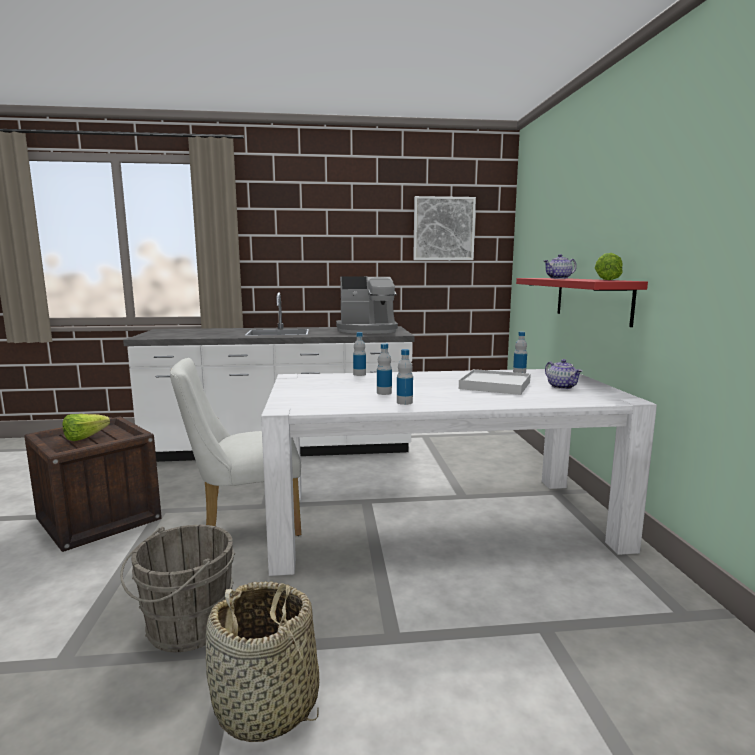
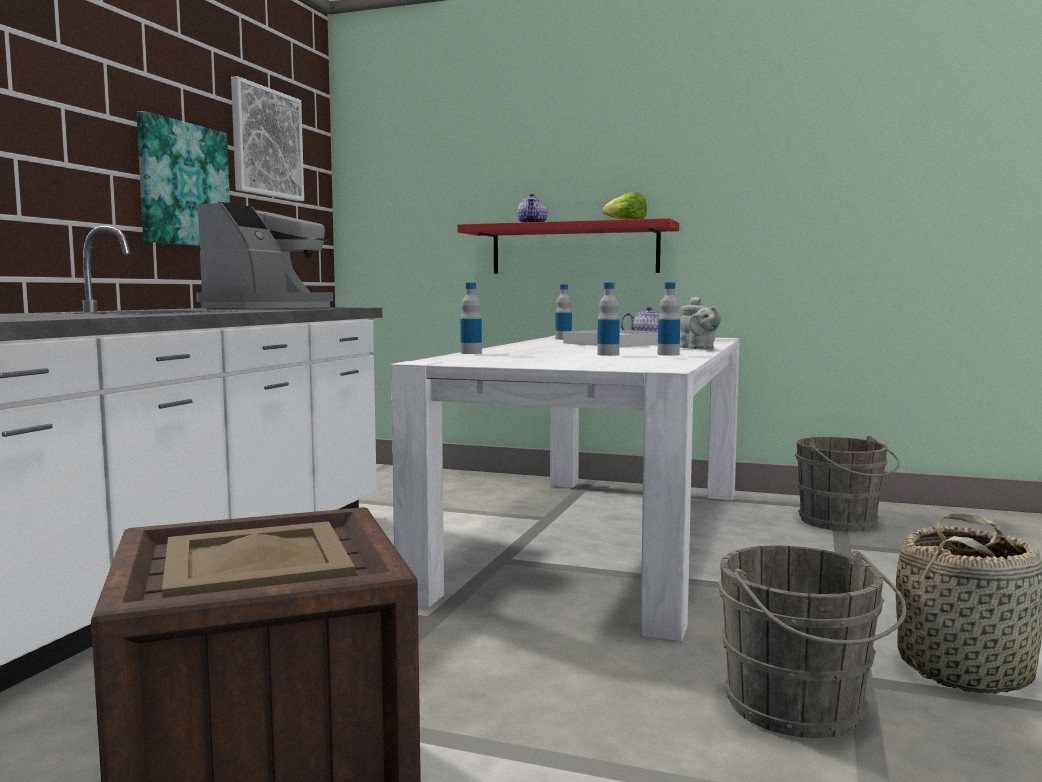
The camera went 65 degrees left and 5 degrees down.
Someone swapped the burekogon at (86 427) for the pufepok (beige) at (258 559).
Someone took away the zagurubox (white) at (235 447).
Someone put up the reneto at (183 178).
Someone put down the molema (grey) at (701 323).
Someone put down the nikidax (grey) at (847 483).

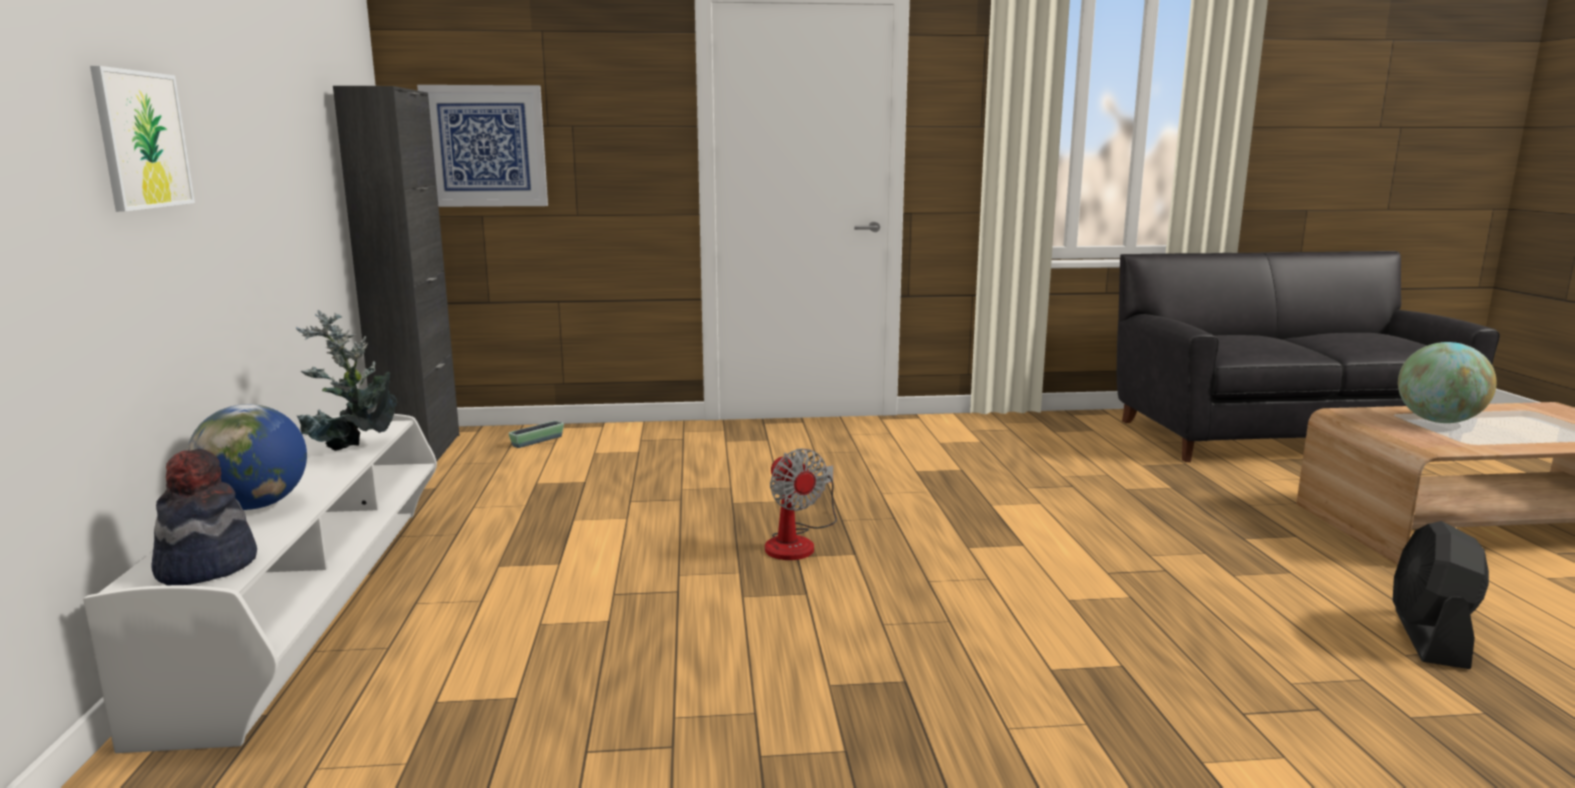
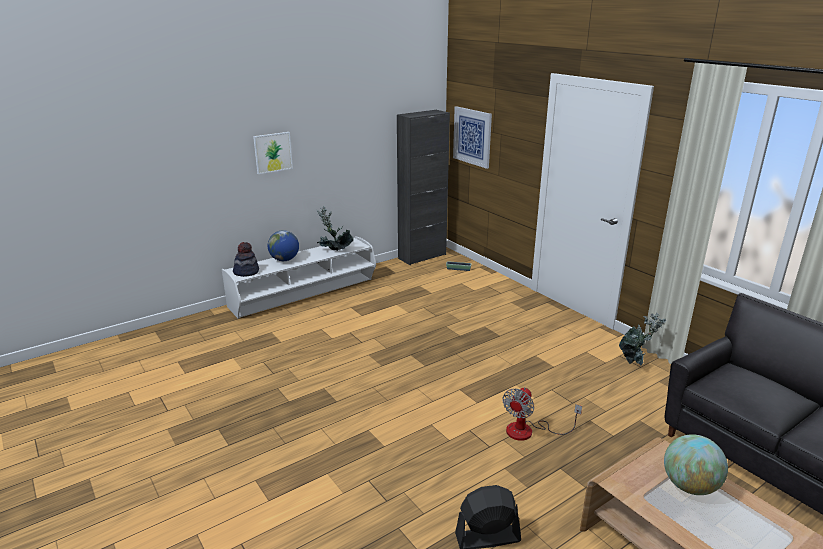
The camera went 60 degrees right and 10 degrees up.
Someone carried the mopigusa from (801 504) to (542 414).
Someone put down the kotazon at (642 339).

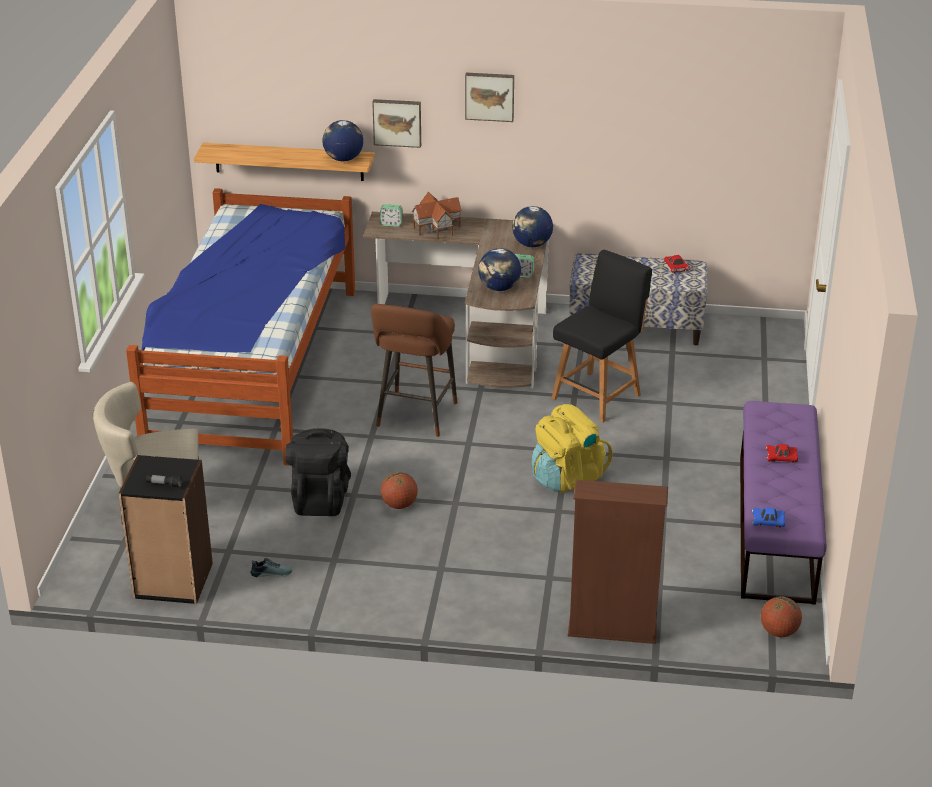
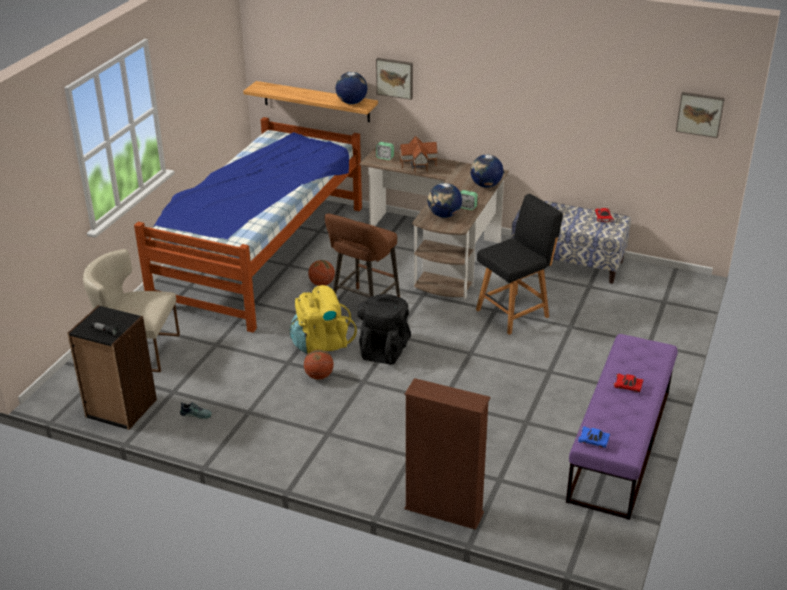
The camera went 15 degrees right and 0 degrees up.
Someone carried the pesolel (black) from (318 472) to (384 329).
Someone carried the reneto from (489 97) to (700 115).
Someone carried the pesolel (yellow) from (572 448) to (323 319).
Someone carried the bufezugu from (781 616) to (321 273).

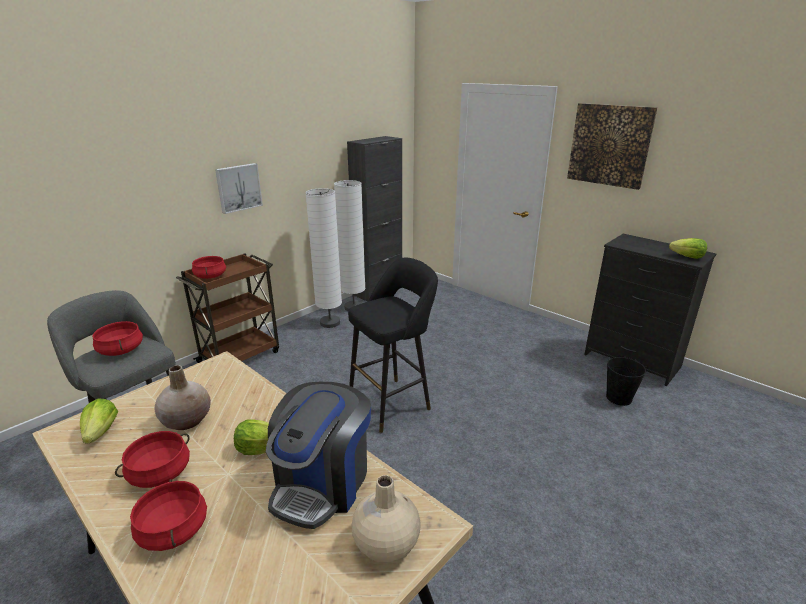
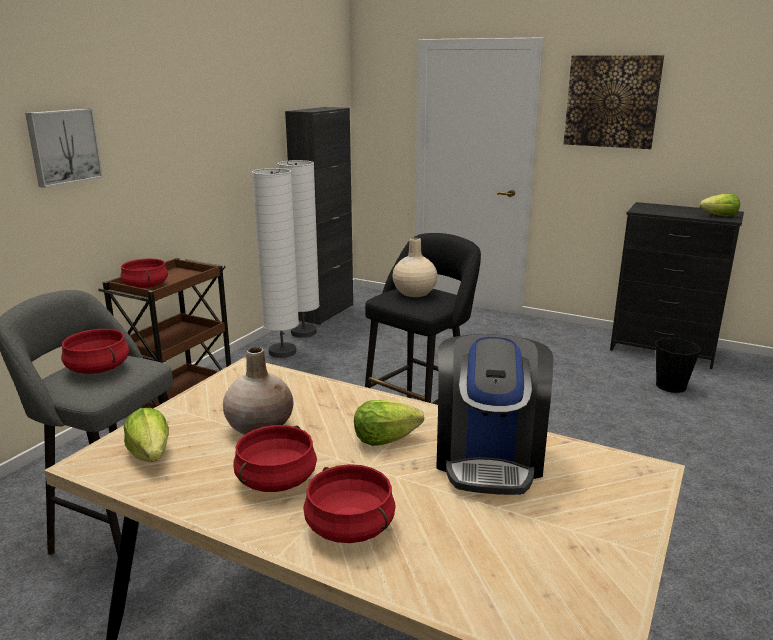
The camera went 15 degrees left and 5 degrees down.
Someone carried the reneto from (239 188) to (64 148).
Someone carried the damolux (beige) from (386 519) to (415 267).

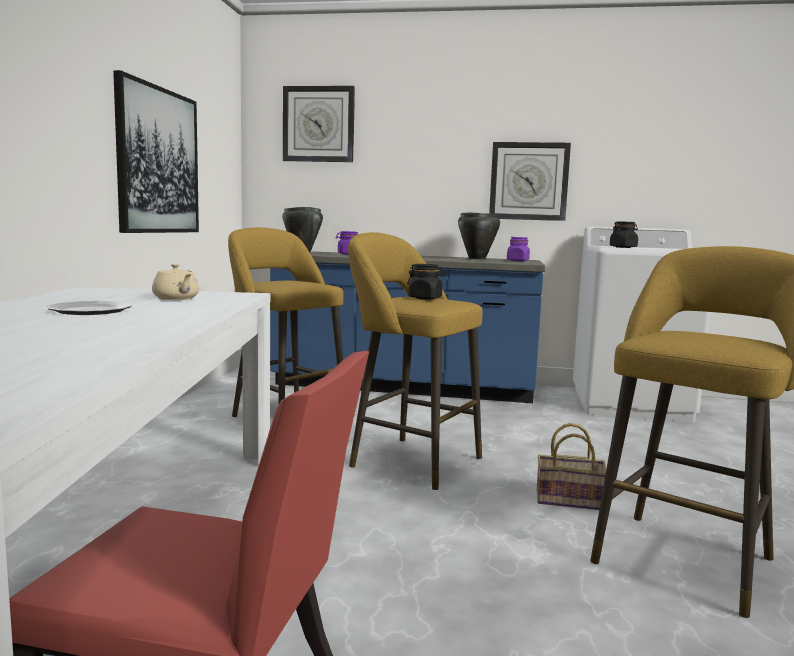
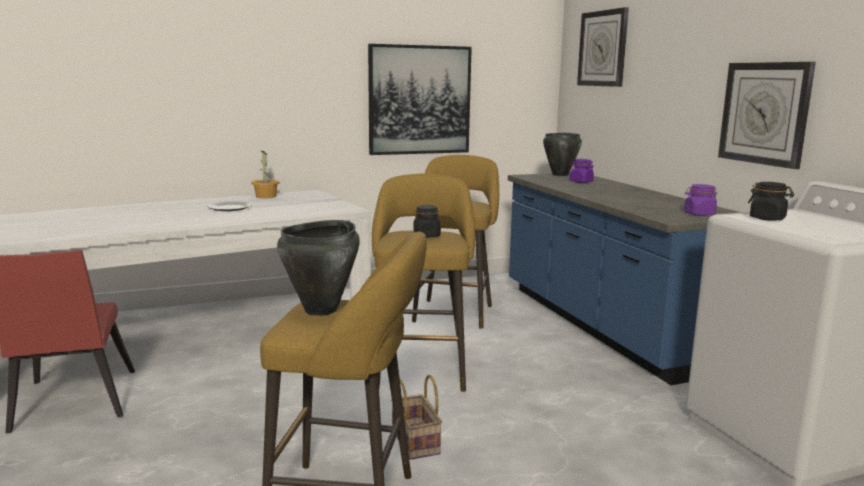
The camera went 60 degrees right and 5 degrees up.
Someone took away the molema (beige) at (175 282).
Someone carried the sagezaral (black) from (479 235) to (318 268).
Someone put down the kotazon at (265 174).

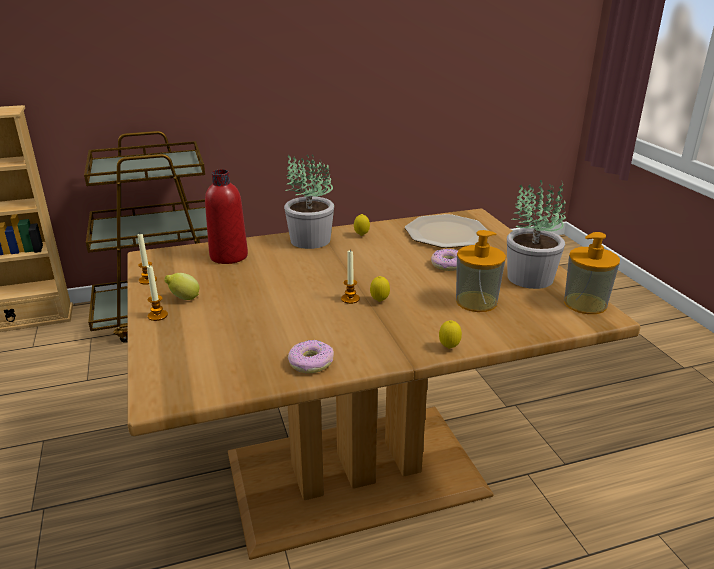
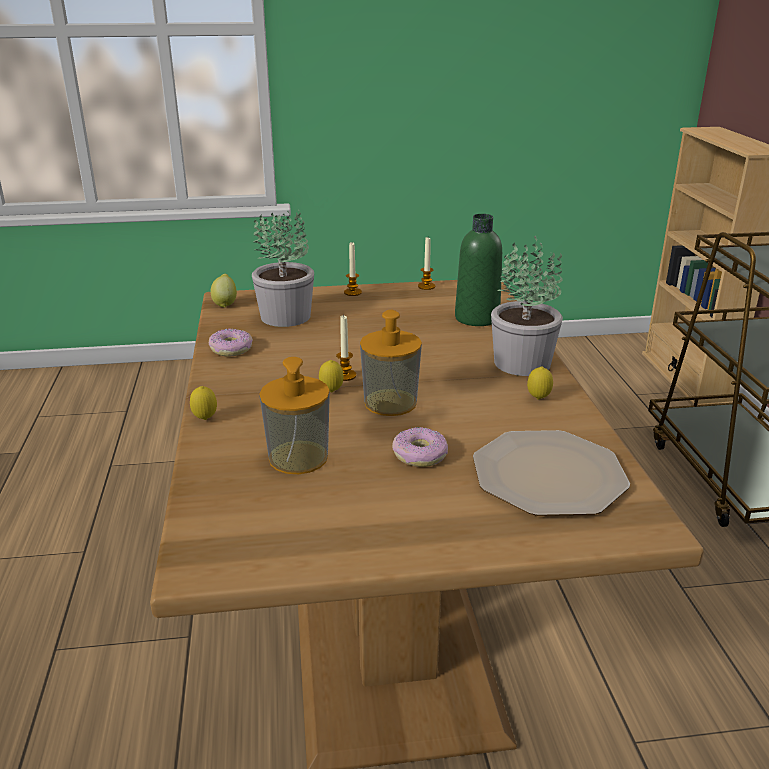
The camera went 100 degrees right and 0 degrees up.
Someone carried the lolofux from (181 286) to (224 291).
Someone repainted the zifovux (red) at (226 216), which became the zifovux (green) at (478 270).
Someone carried the kotazon from (536 234) to (283 268).
Someone carried the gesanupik from (592 273) to (391 363).

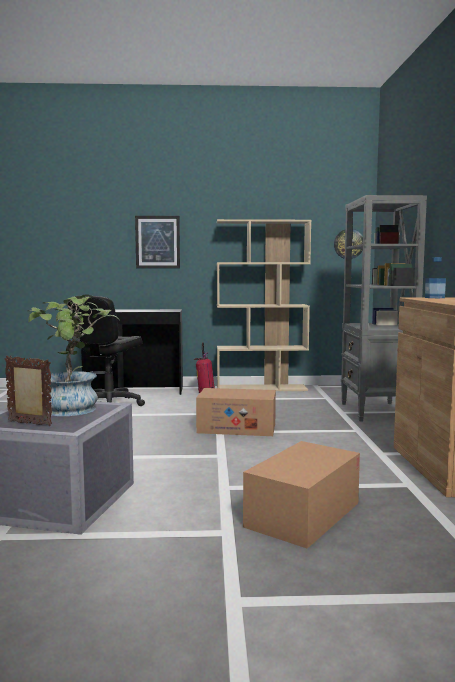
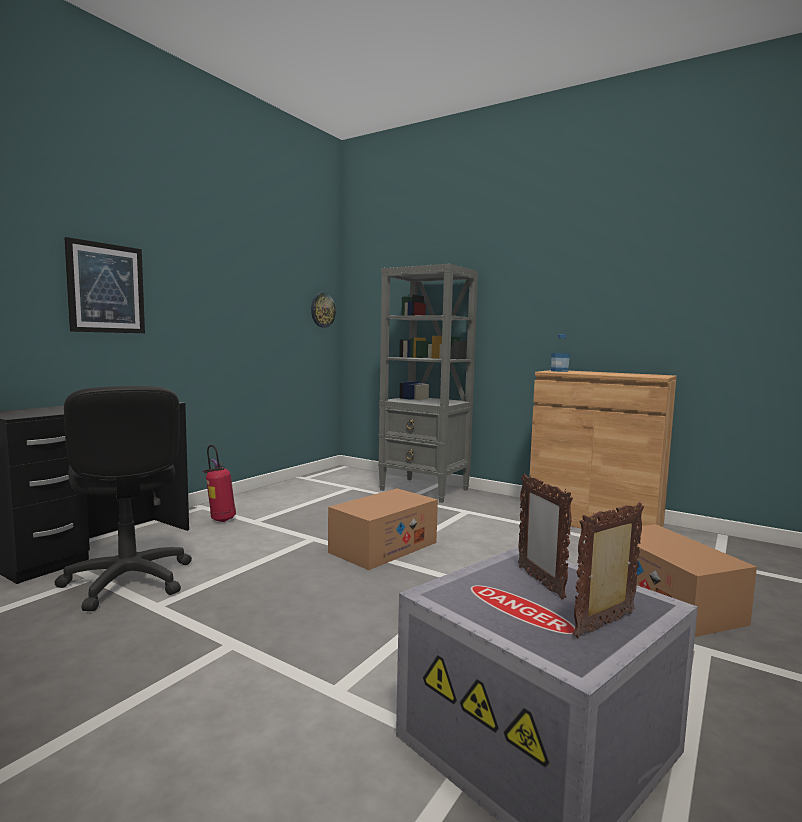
The camera went 55 degrees left and 0 degrees up.
Someone swapped the kotazon at (73 355) for the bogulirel at (545 537).
Someone took away the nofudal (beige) at (264 305).

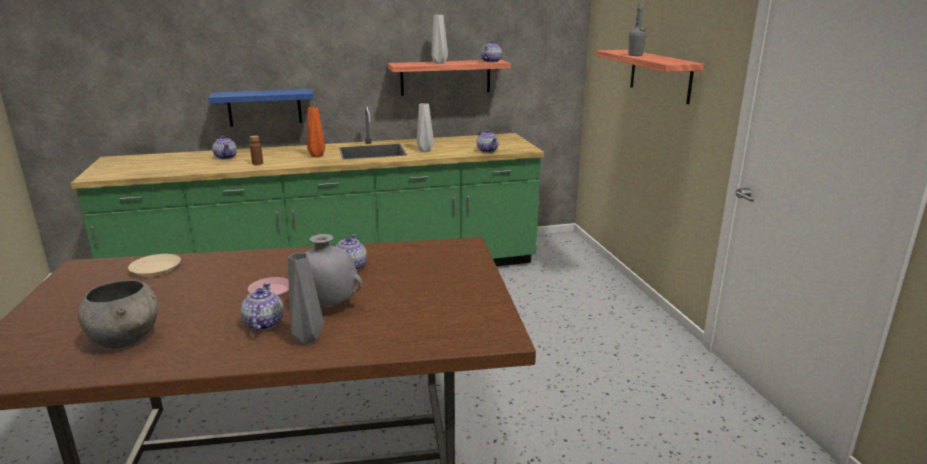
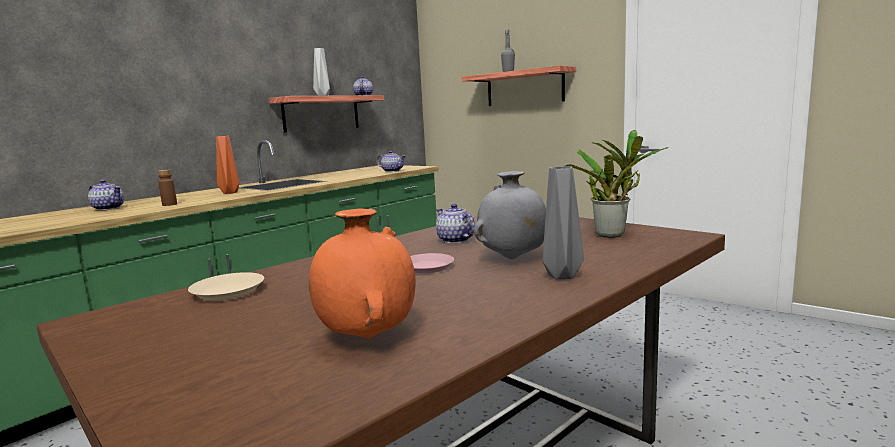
The camera went 35 degrees left and 10 degrees down.
Someone swapped the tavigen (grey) at (118 314) for the damolux (orange) at (362 274).
Someone took away the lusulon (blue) at (260 107).
Someone took away the molema at (262 307).
Someone took away the damolux (grey) at (425 127).
Someone put down the kotazon at (617 184).

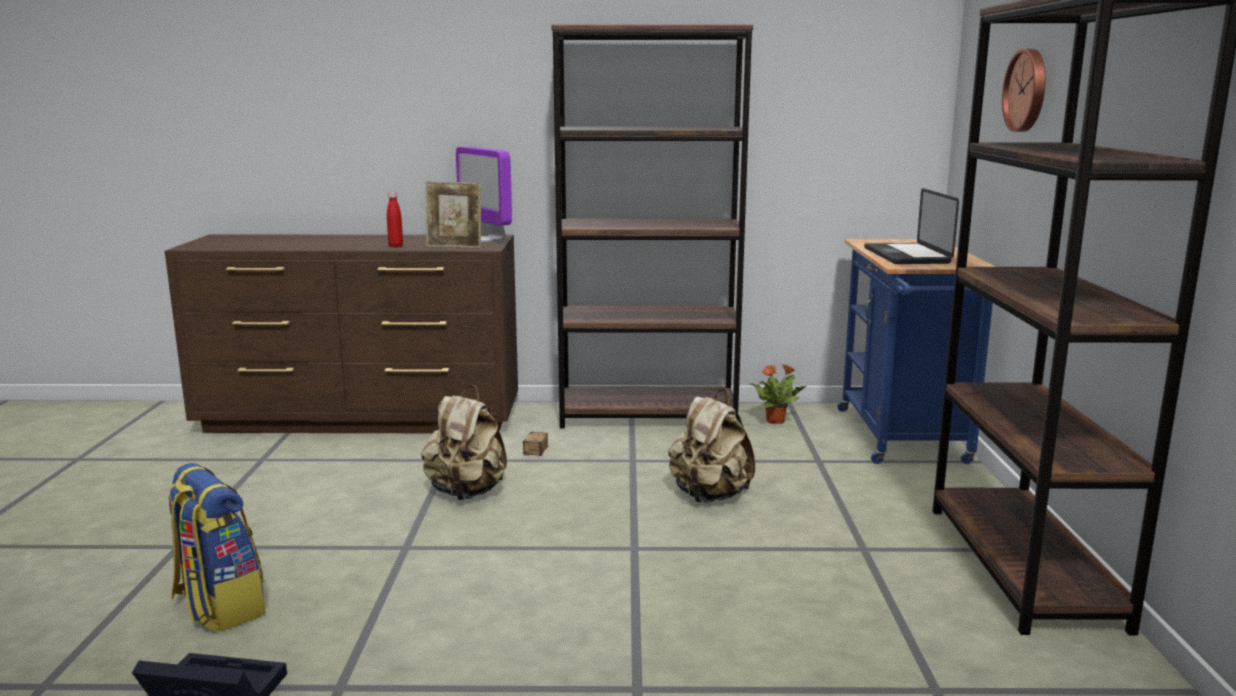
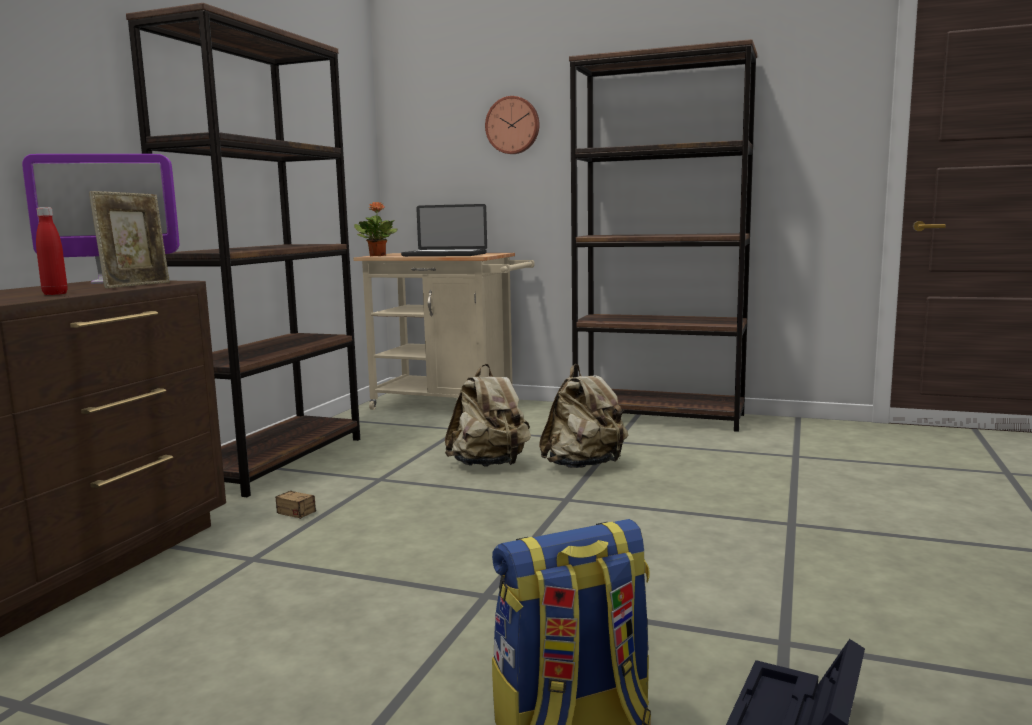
The camera went 70 degrees left and 5 degrees down.
Someone carried the pesolel (beige) from (464 442) to (583 416).
Someone carried the kotazon from (777 394) to (376 229).
Someone repainted the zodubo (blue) at (916 351), which became the zodubo (beige) at (444 331).

